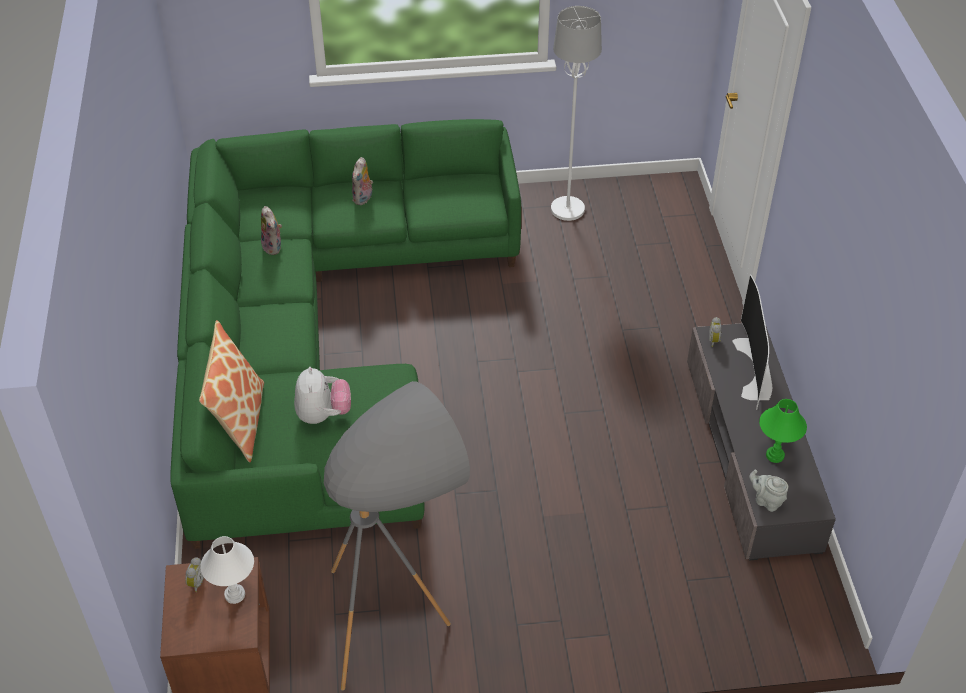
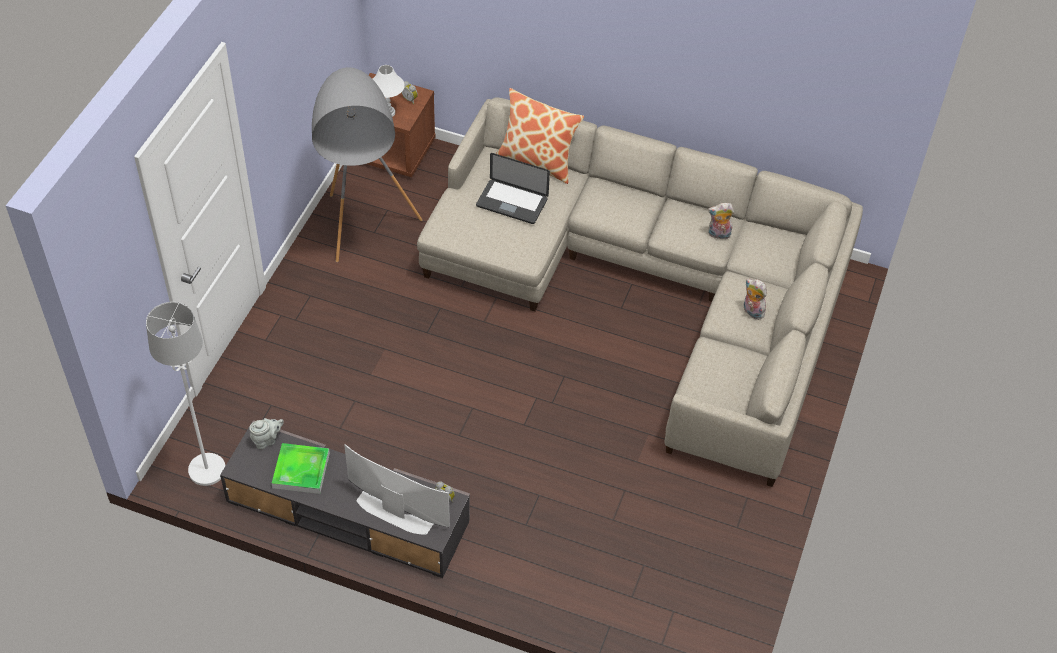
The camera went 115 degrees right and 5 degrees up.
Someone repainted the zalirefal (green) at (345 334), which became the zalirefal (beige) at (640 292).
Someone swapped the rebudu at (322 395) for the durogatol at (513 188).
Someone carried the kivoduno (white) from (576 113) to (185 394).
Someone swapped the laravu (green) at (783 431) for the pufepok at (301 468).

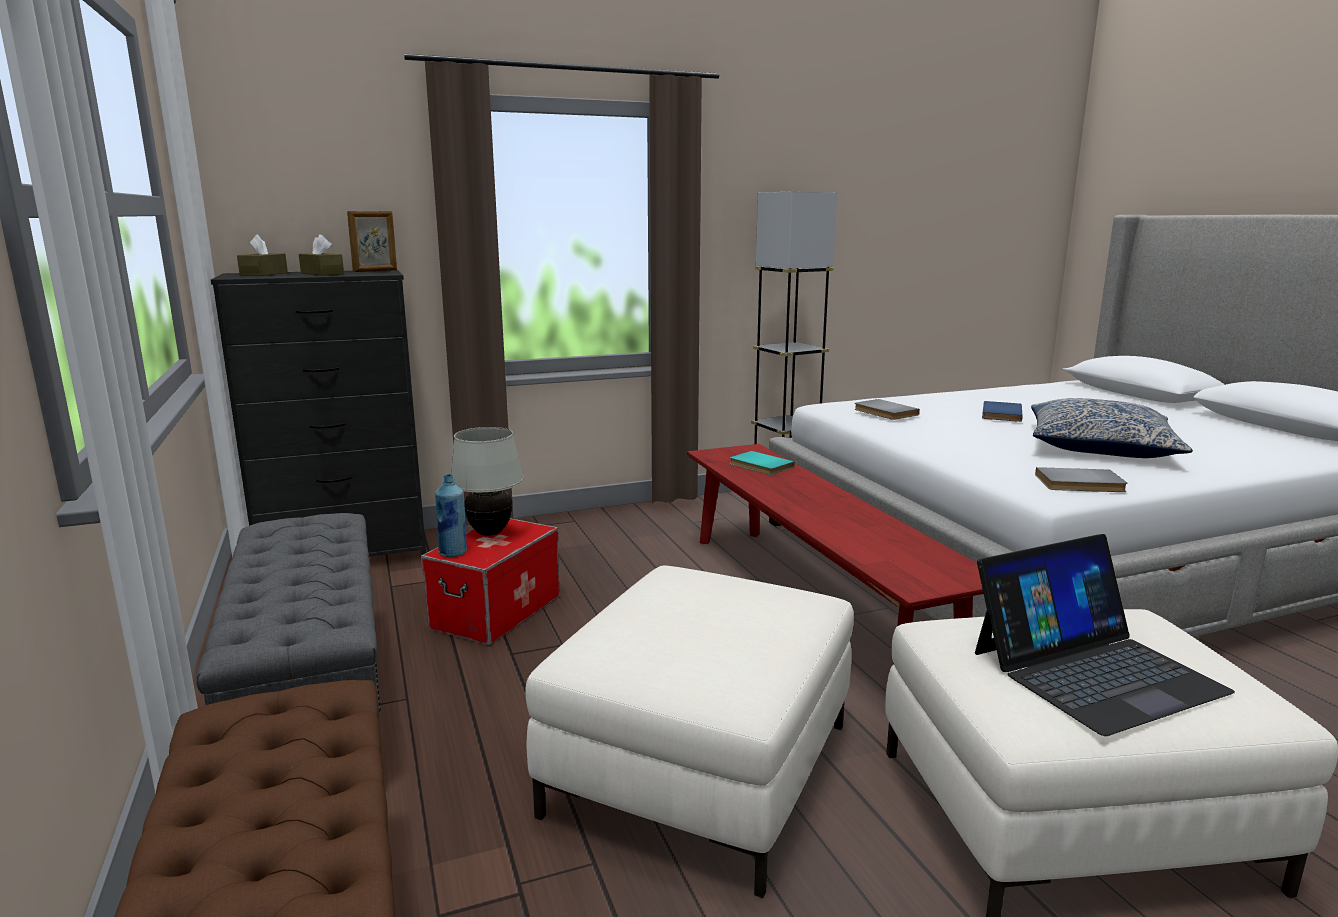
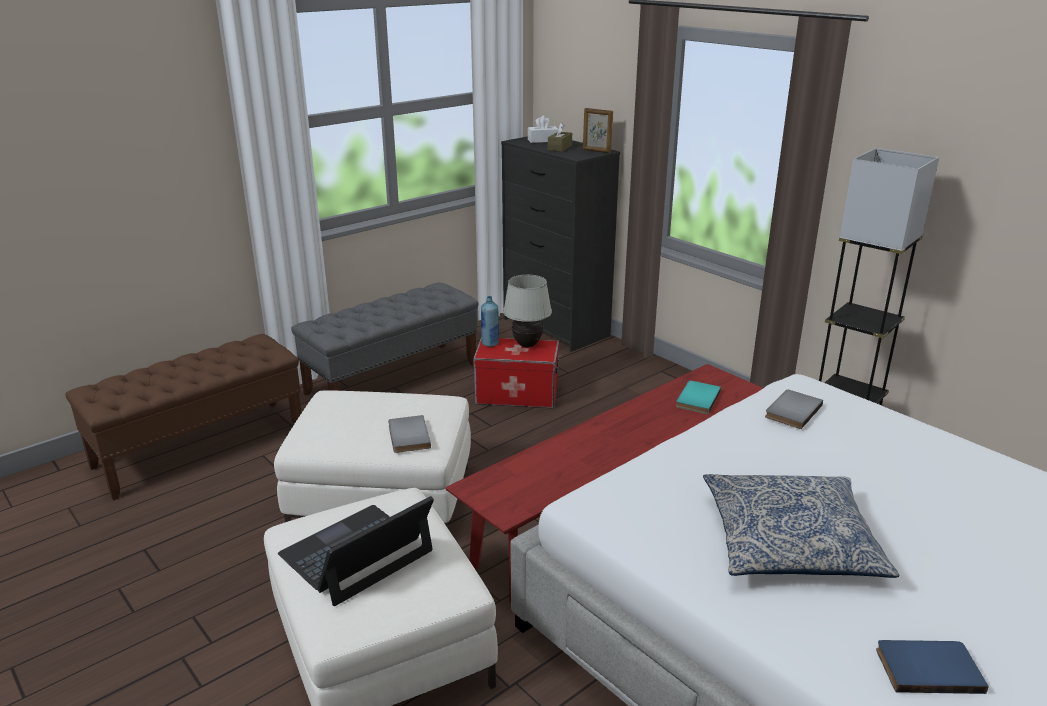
The camera went 70 degrees right and 10 degrees up.
Someone repainted the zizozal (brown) at (262 255), which became the zizozal (white) at (543 129).
Someone rotated the durogatol at (1105 635) by 90 degrees clockwise.
Someone carried the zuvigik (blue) from (1002 411) to (932 667).
Someone carried the zuvigik (grey) from (1081 479) to (409 434).

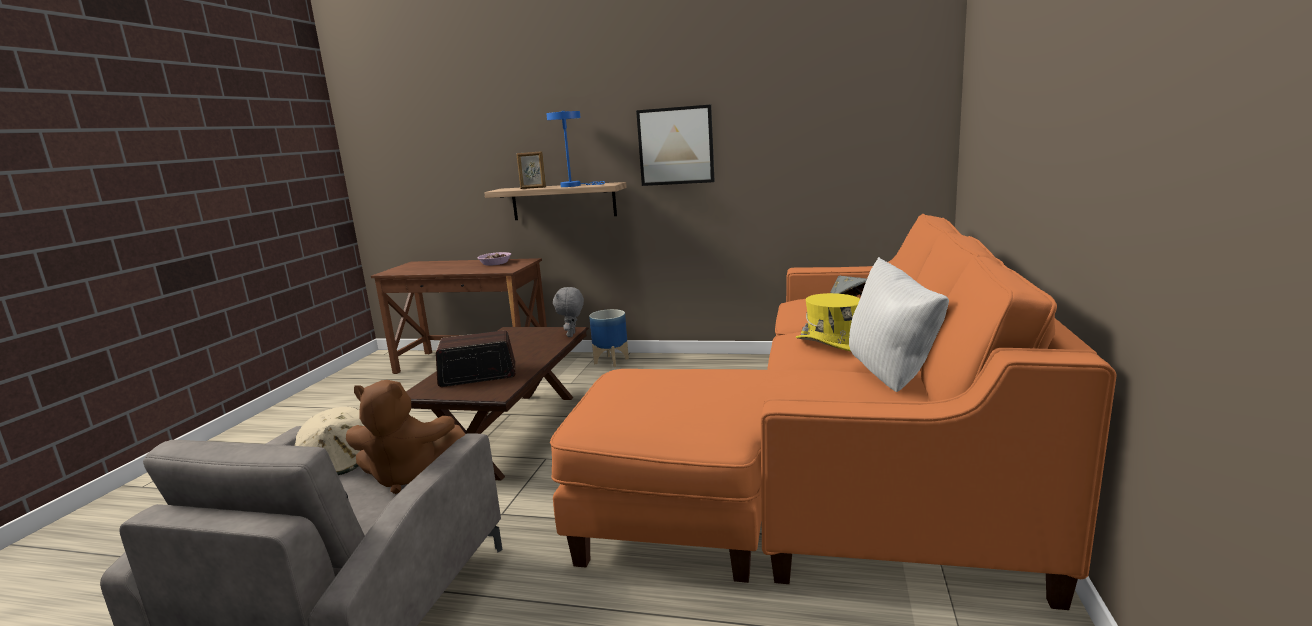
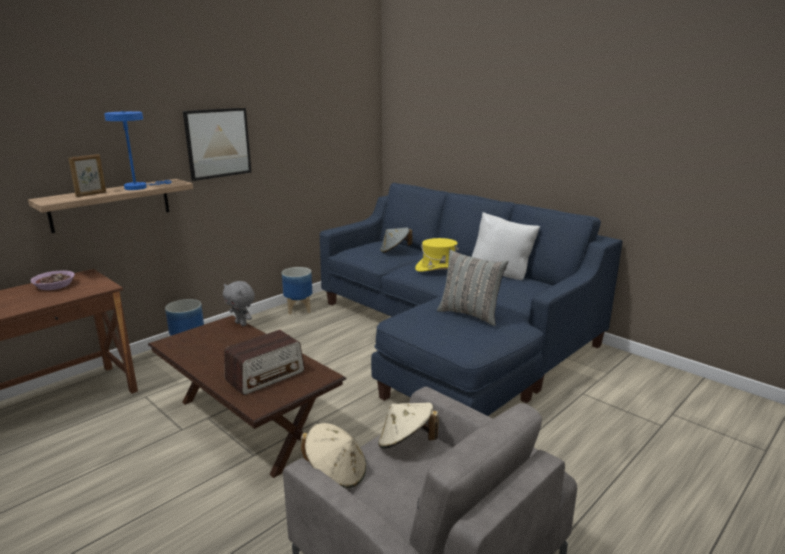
The camera went 60 degrees left and 5 degrees up.
Someone swapped the rebudu (brown) at (405 437) for the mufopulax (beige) at (408 425).
Someone rotated the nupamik at (476 358) by 150 degrees counterclockwise.
Someone repainted the zalirefal (orange) at (833 412), which became the zalirefal (blue) at (471 299).
Someone put down the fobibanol at (297 291).
Someone put down the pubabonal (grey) at (472 288).

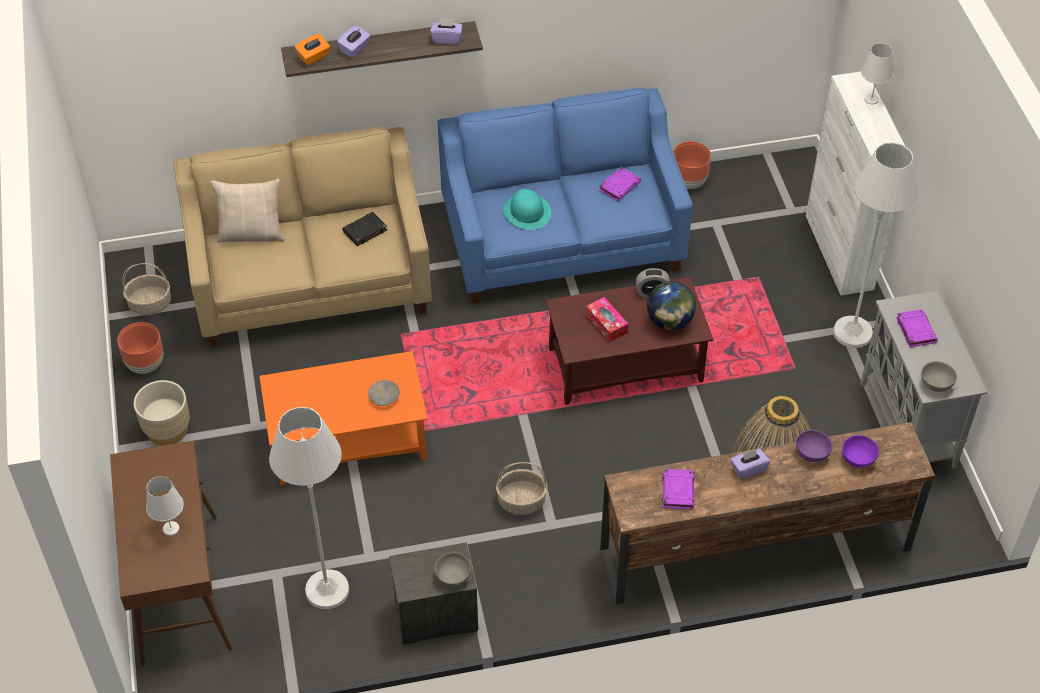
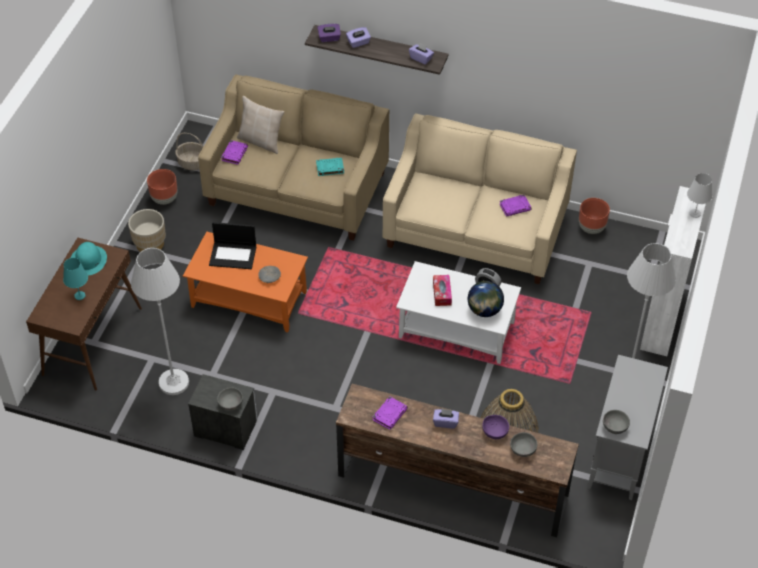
The camera went 30 degrees right and 0 degrees up.
Someone repainted the laravu (white) at (165 506), which became the laravu (turquoise) at (75 279).
Someone repainted the zizozal (orange) at (312 49), which became the zizozal (purple) at (329 33).
Someone repainted the zuvigik (black) at (364 229), which became the zuvigik (turquoise) at (330 167).
Someone repainted the zalirefal (blue) at (565 195), which became the zalirefal (beige) at (480 198).
Someone took away the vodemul at (522 488).
Someone carried the mufopulax (turquoise) from (527 209) to (88 258).
Someone repainted the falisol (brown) at (629 341), which became the falisol (white) at (458 312).
Someone repainted the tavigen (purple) at (860 451), which became the tavigen (grey) at (523 444).
Someone carried the zuvigik (purple) from (916 328) to (234 152).
Someone put down the durogatol at (232 245).

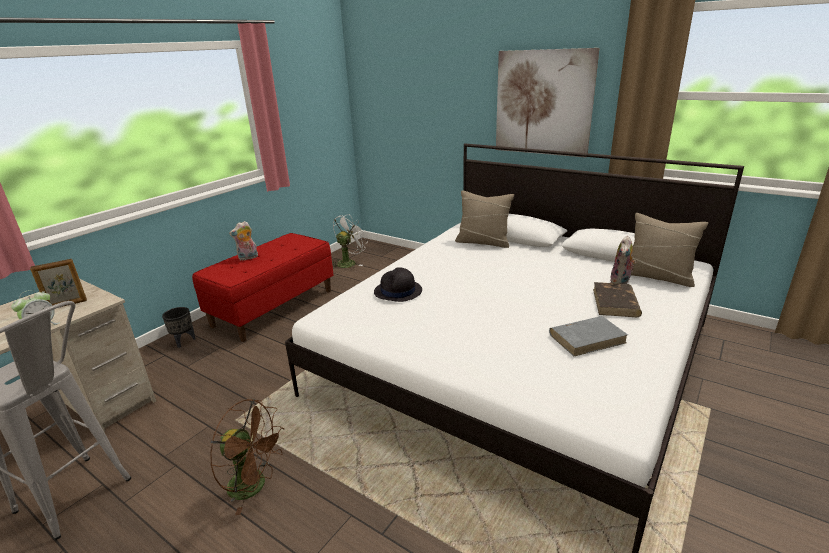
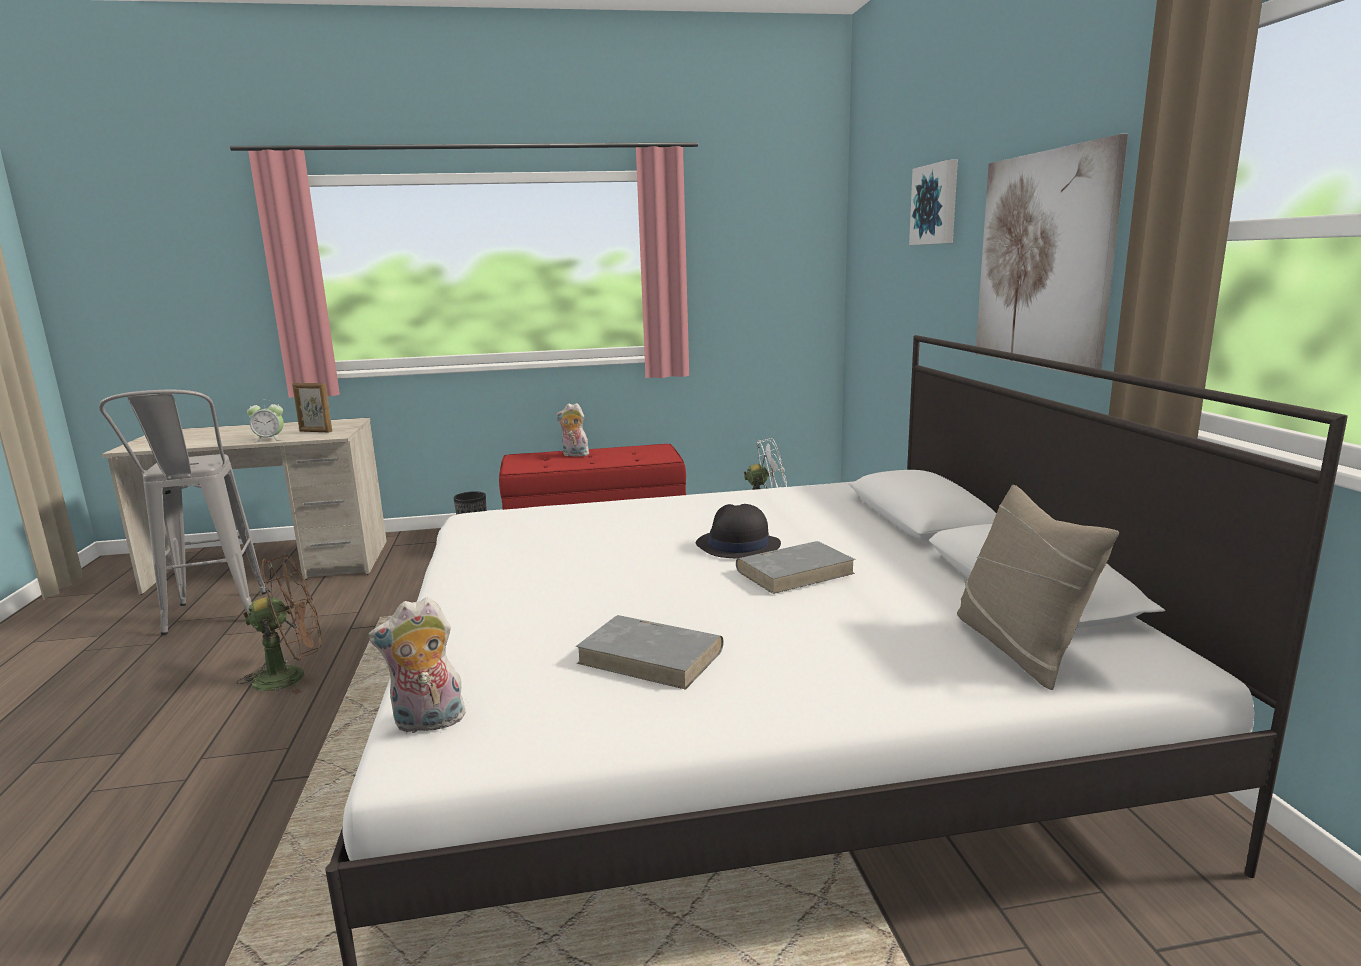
The camera went 45 degrees right and 10 degrees down.
Someone rotated the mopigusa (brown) at (247 457) by 90 degrees counterclockwise.
Someone carried the mufopulax (black) from (398 284) to (738 531).
Someone took away the pubabonal (beige) at (484 219).
Someone took away the zuvigik (brown) at (617 299).
Someone carried the rebudu from (623 260) to (417 665).
Someone put down the zuvigik (grey) at (796 567).
Someone put up the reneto at (933 202).

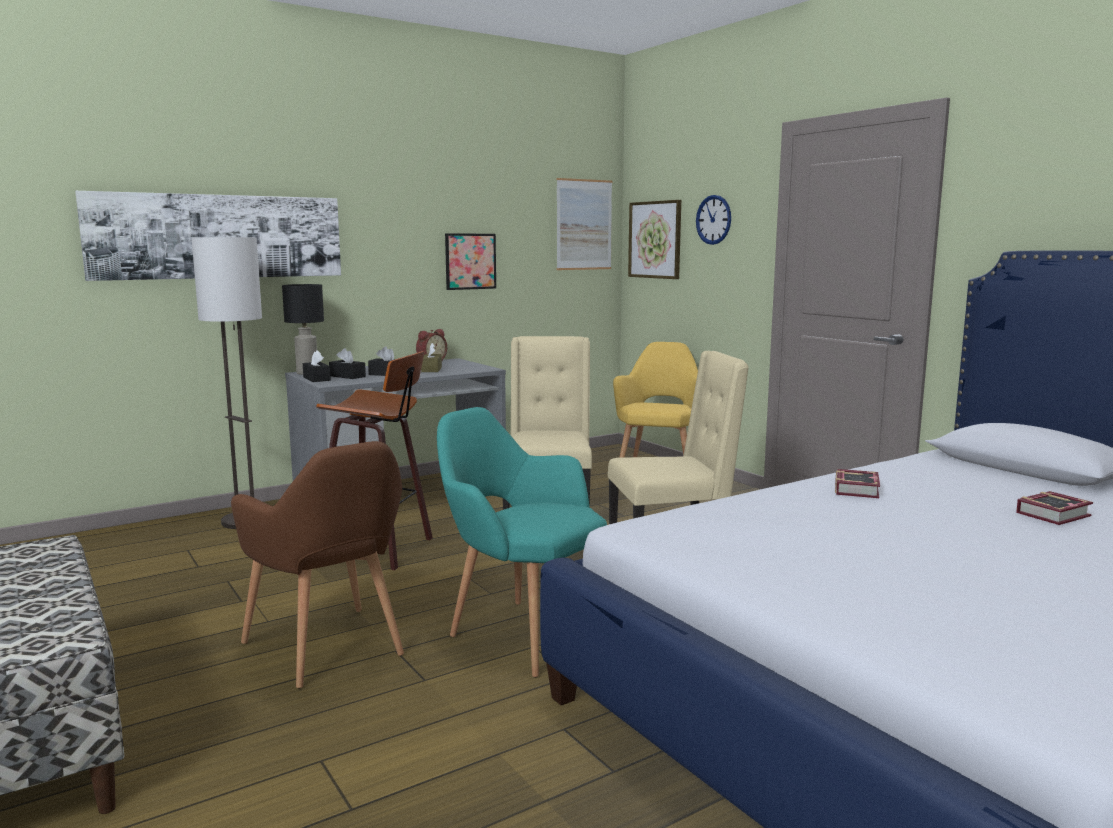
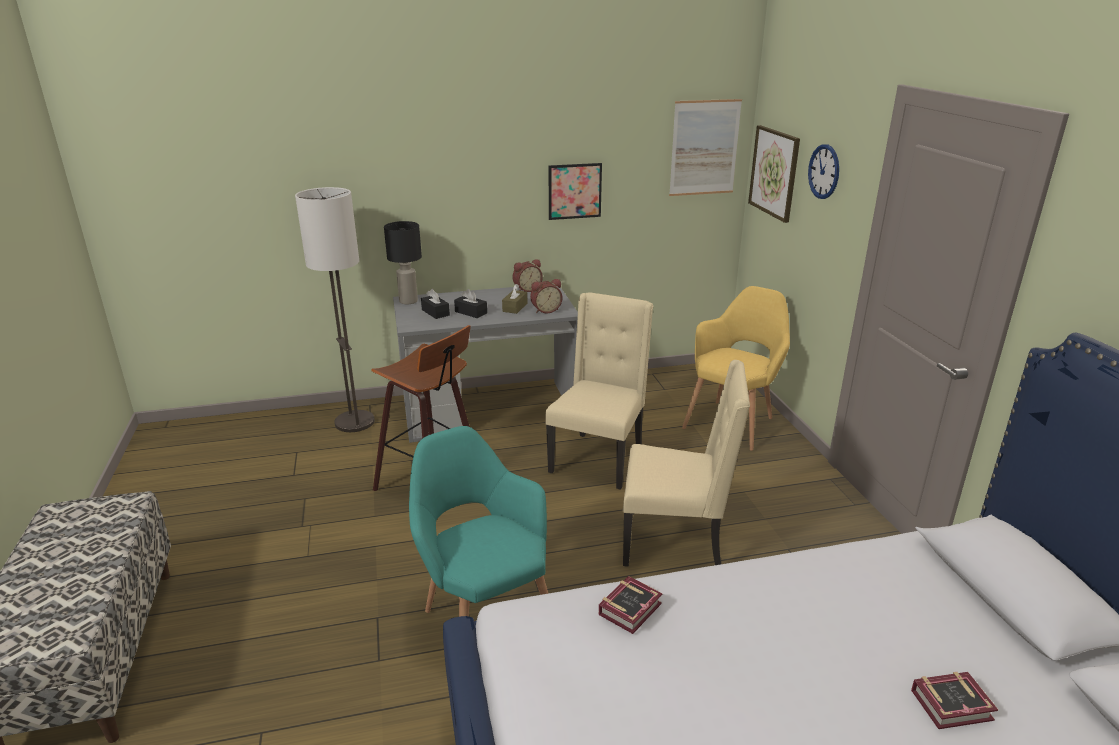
The camera went 20 degrees right and 15 degrees up.
Someone took away the reneto at (208 236).
Someone took away the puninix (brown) at (317 565).
Someone took away the zizozal (black) at (317 366).
Someone carried the zuvigik from (857 483) to (630 605).
Someone put down the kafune at (546 296).

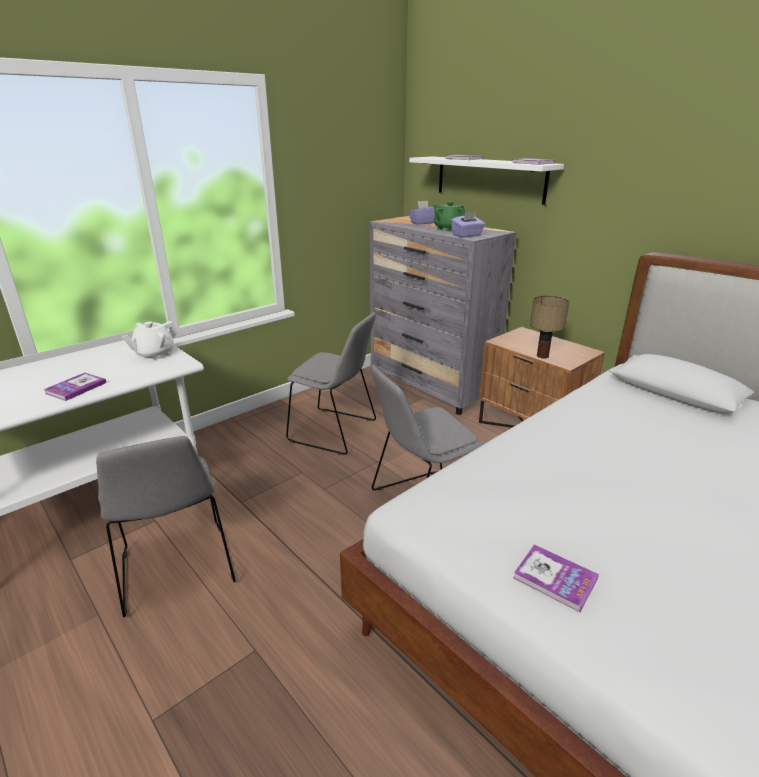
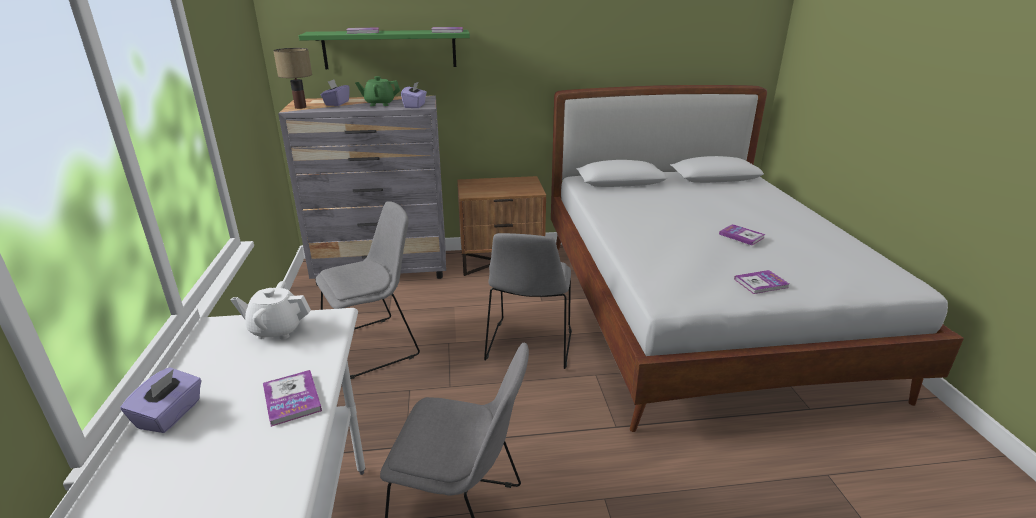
The camera went 55 degrees left and 0 degrees up.
Someone rotated the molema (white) at (150 341) by 105 degrees clockwise.
Someone repainted the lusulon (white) at (486 180), which became the lusulon (green) at (384 49).
Someone carried the laravu from (550 327) to (292 78).
Someone put down the zizozal (purple) at (161 400).
Someone put down the zuvigik at (742 234).

